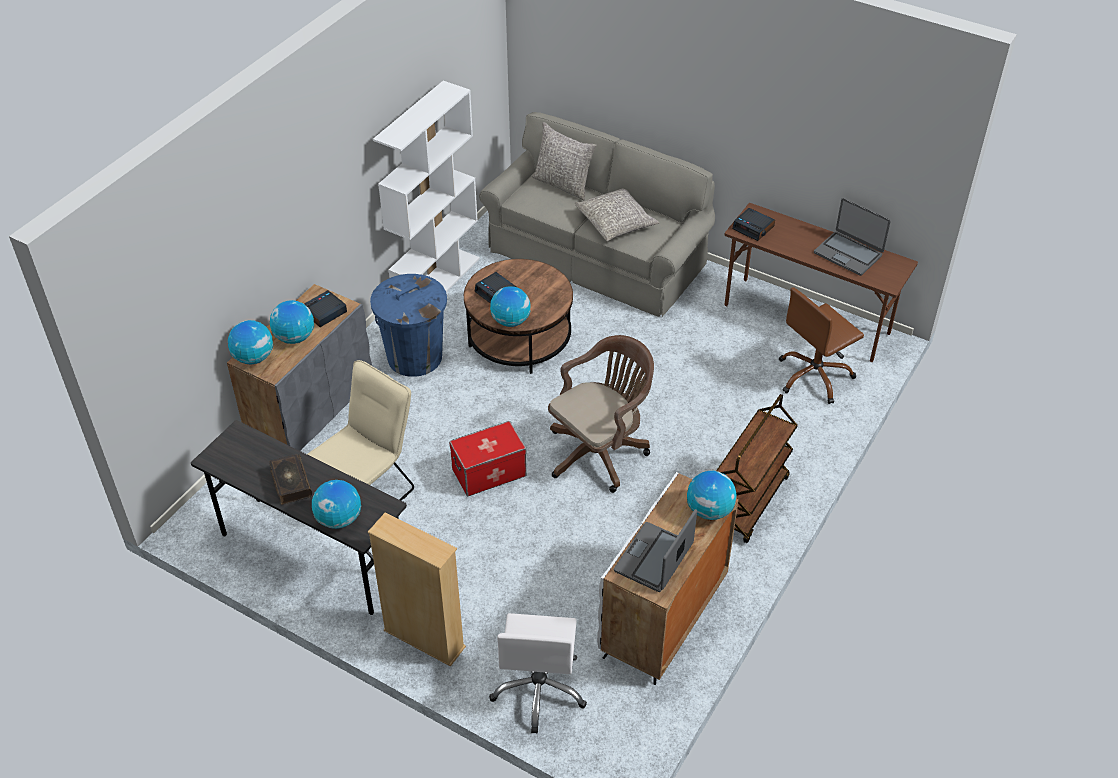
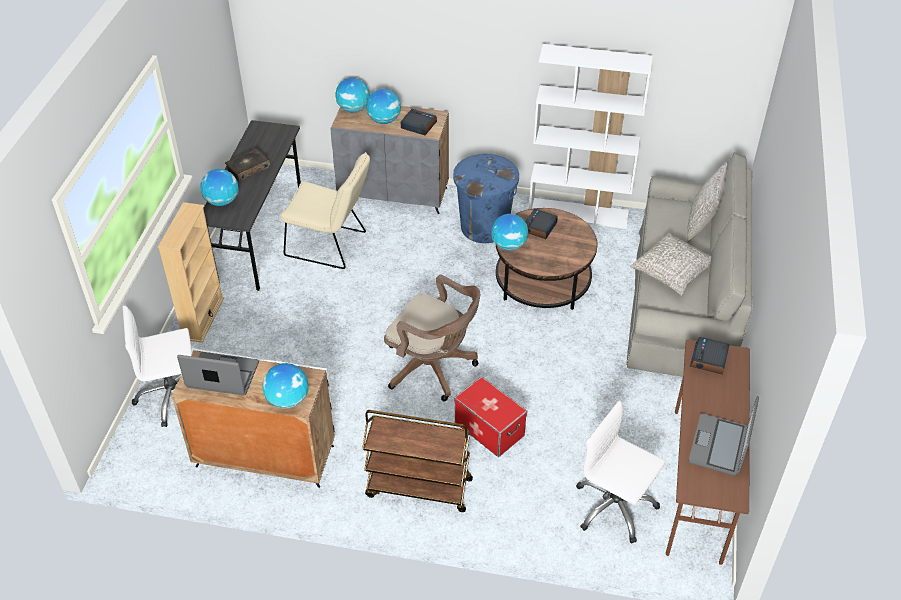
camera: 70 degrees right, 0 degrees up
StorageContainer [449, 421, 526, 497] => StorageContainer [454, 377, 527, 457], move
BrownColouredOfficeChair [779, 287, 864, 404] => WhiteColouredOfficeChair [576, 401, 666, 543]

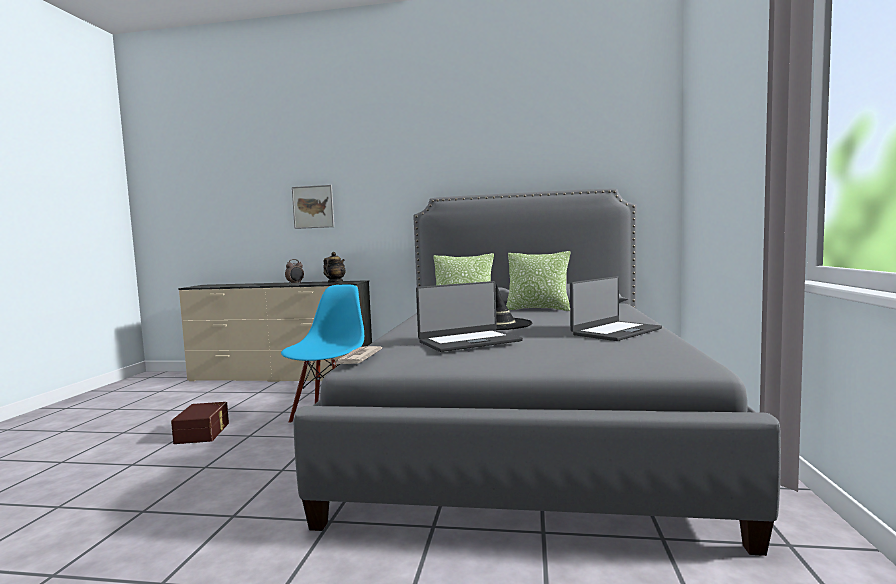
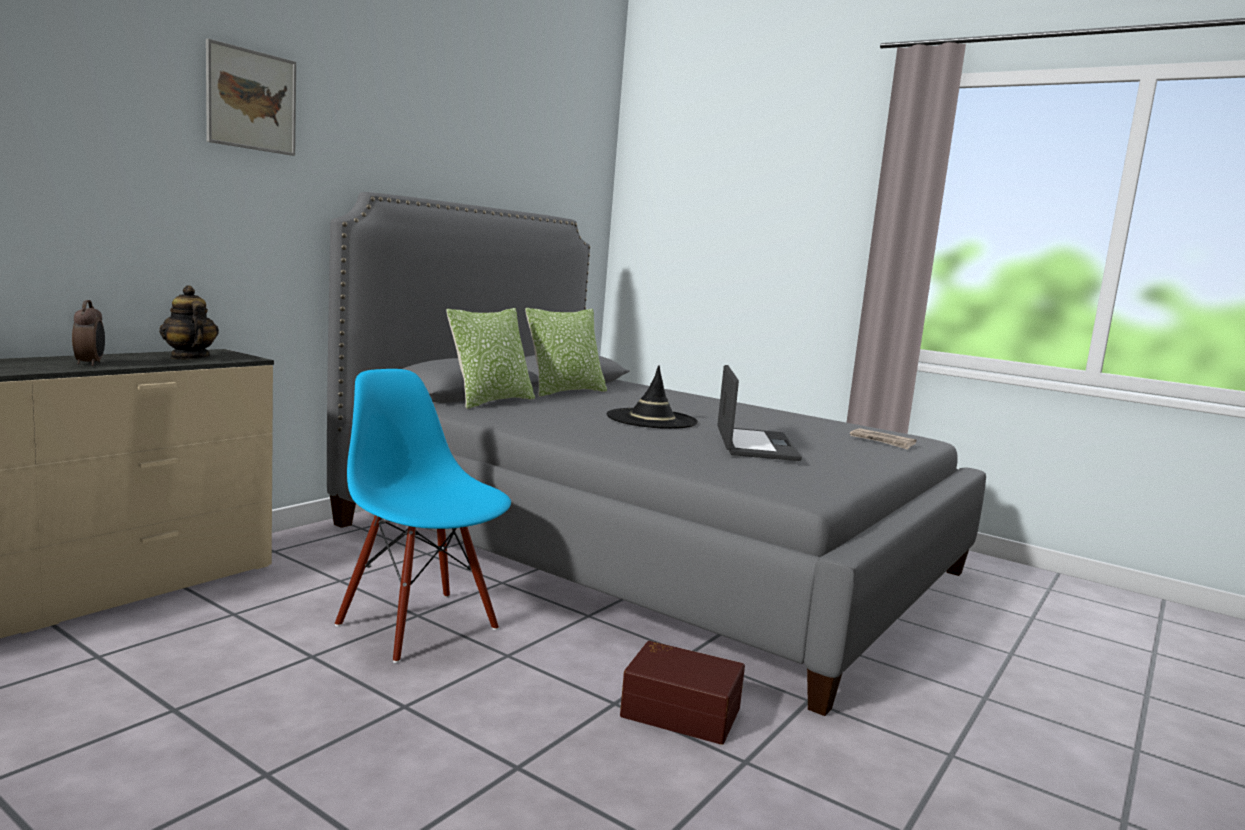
camera: 65 degrees left, 5 degrees up
Laptop [570, 276, 662, 341] => nothing
BrownColouredStorageContainer [171, 402, 229, 444] => BrownColouredStorageContainer [620, 641, 745, 745], move
Picture [292, 185, 334, 229] => Picture [206, 39, 296, 156], move
DailyPaper [335, 346, 382, 365] => DailyPaper [850, 428, 917, 450], move

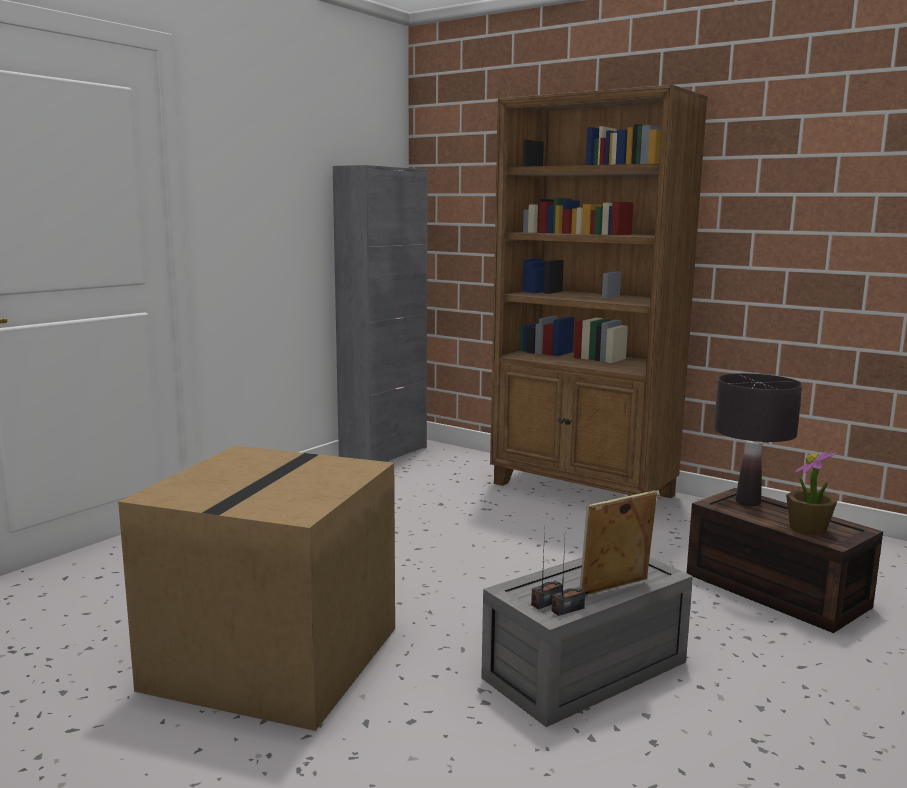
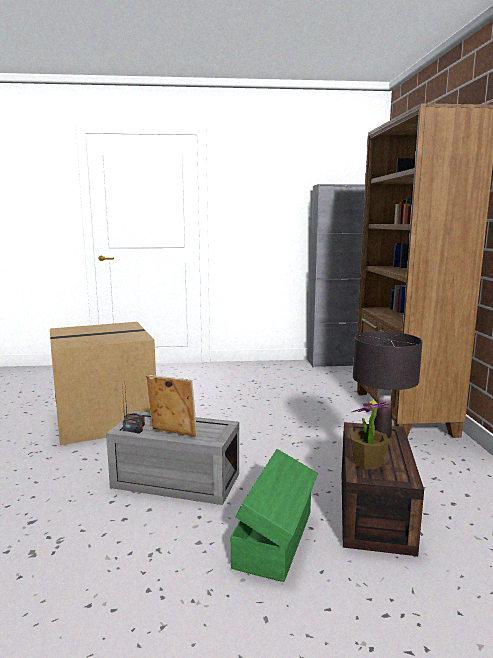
camera: 50 degrees right, 0 degrees up
nothing => GreenColouredStorageContainer [231, 449, 318, 582]

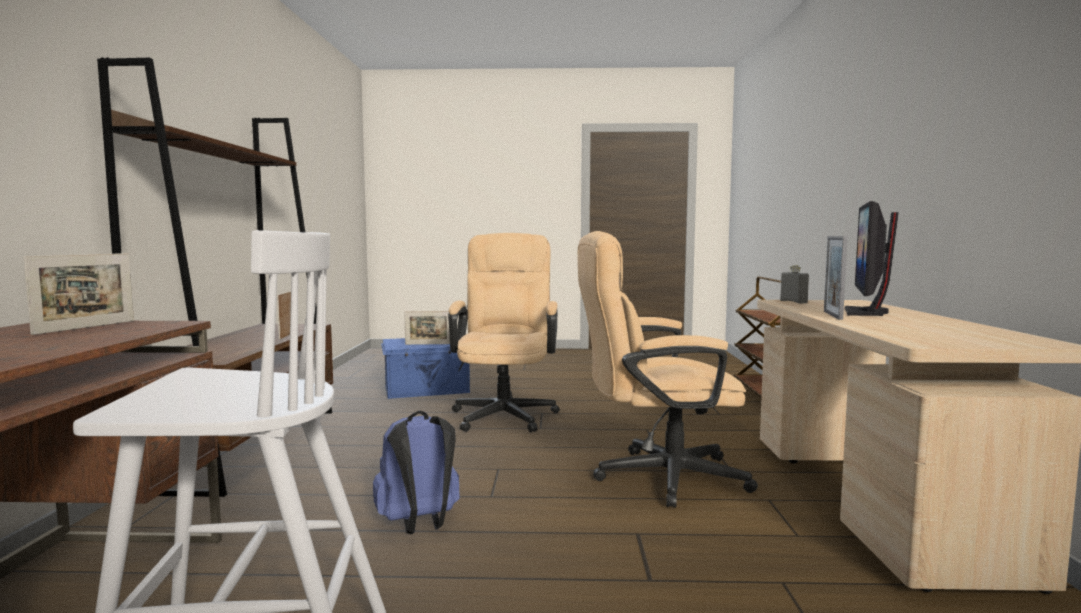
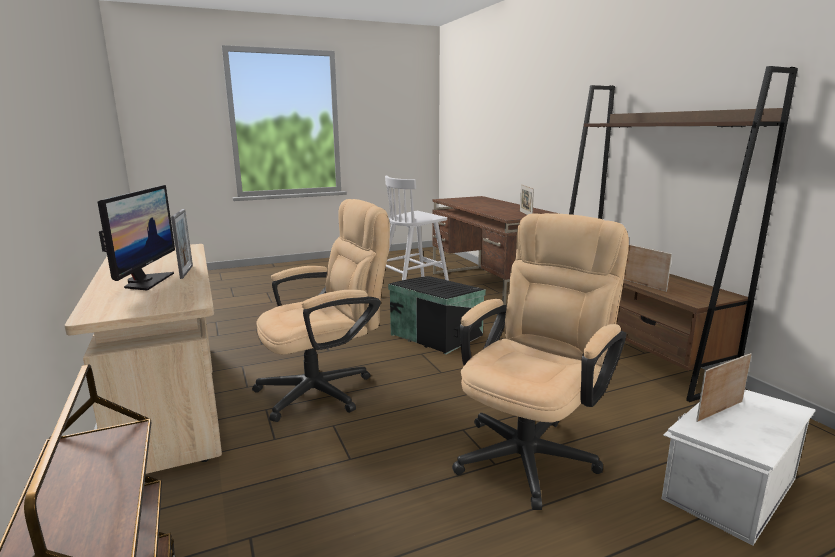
camera: 155 degrees right, 10 degrees up
GreyishDrinkBottle [780, 265, 809, 304] => nothing
BlueKnapsack [373, 411, 460, 534] => BlackishStorageContainer [388, 276, 486, 354]
BlueStorageContainer [381, 338, 470, 399] => WhiteColouredStorageContainer [662, 390, 815, 546]
SandColouredOfficeChair [448, 233, 560, 433] => SandColouredOfficeChair [452, 213, 629, 510], 120 degrees counterclockwise

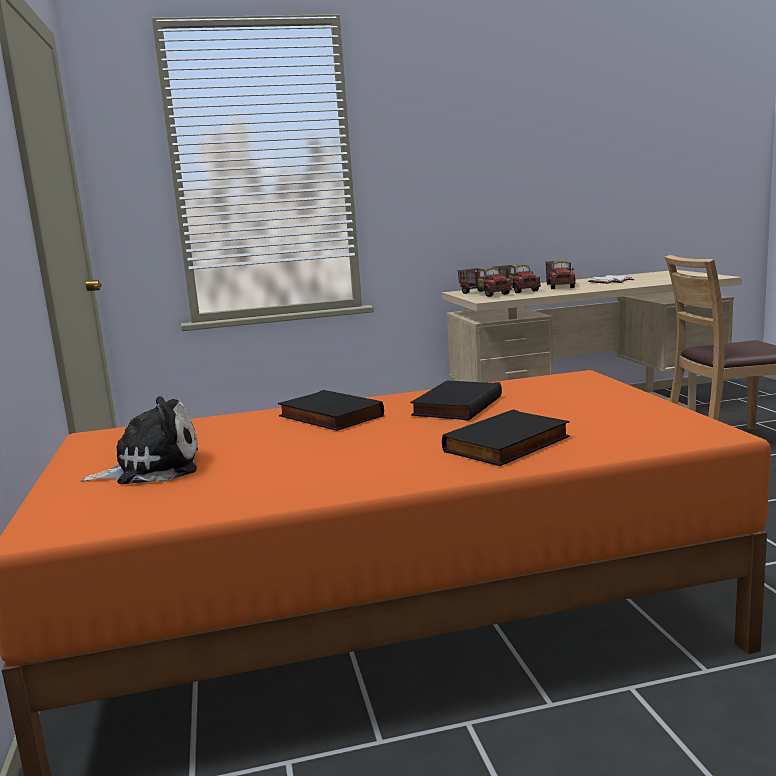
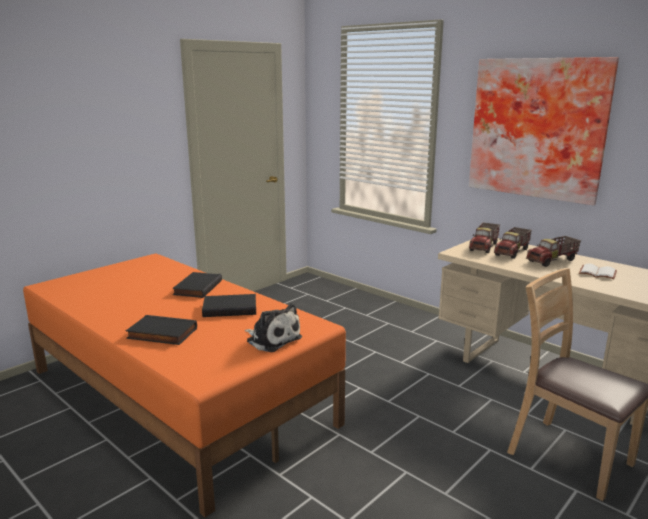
camera: 55 degrees right, 5 degrees up
nothing => Picture [469, 57, 619, 206]
PlushToy [80, 396, 198, 484] => PlushToy [245, 303, 302, 352], move

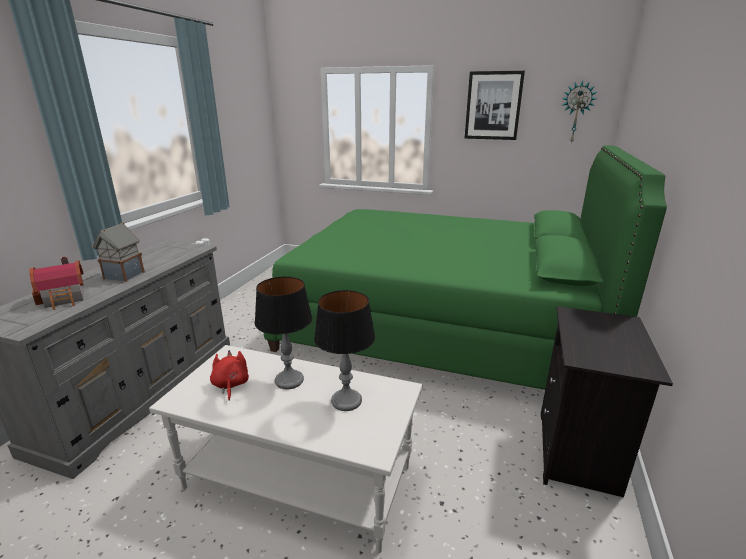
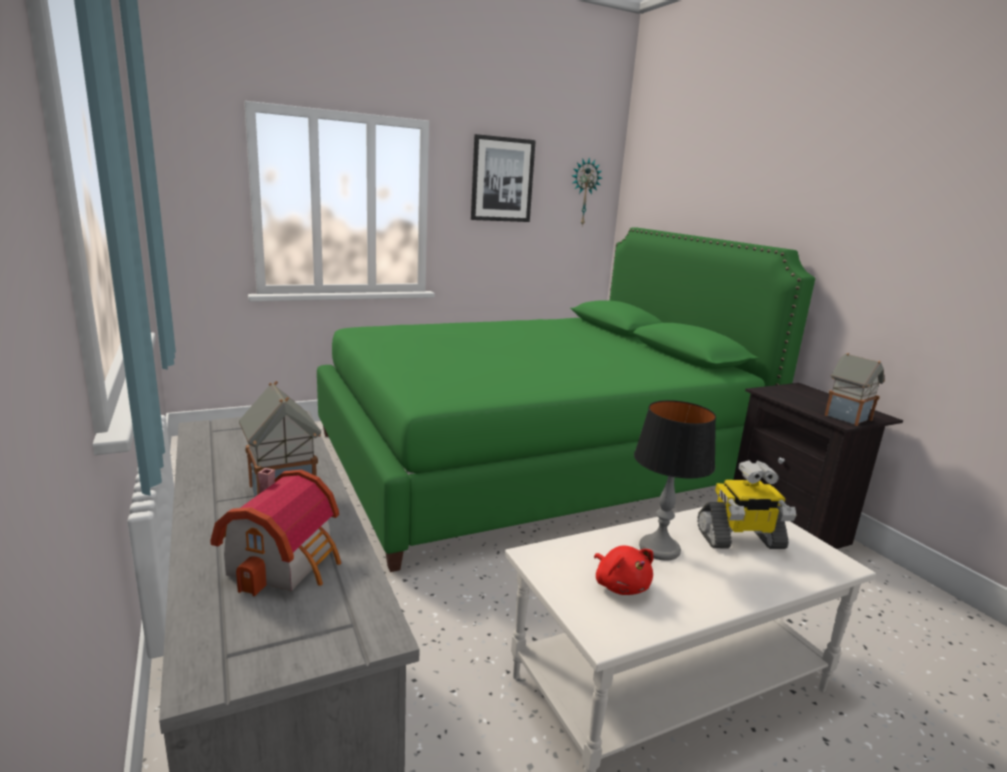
camera: 45 degrees left, 5 degrees down
nothing => ToyHouse [825, 353, 885, 426]
TableLamp [314, 290, 375, 411] => RobotFigure [697, 460, 796, 549]
ReddishPlushToy [210, 350, 249, 401] => ReddishPlushToy [594, 546, 653, 595], 150 degrees counterclockwise

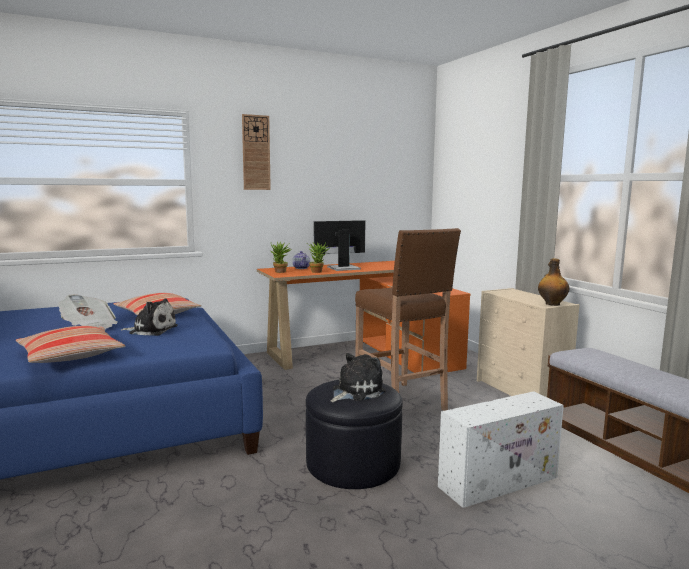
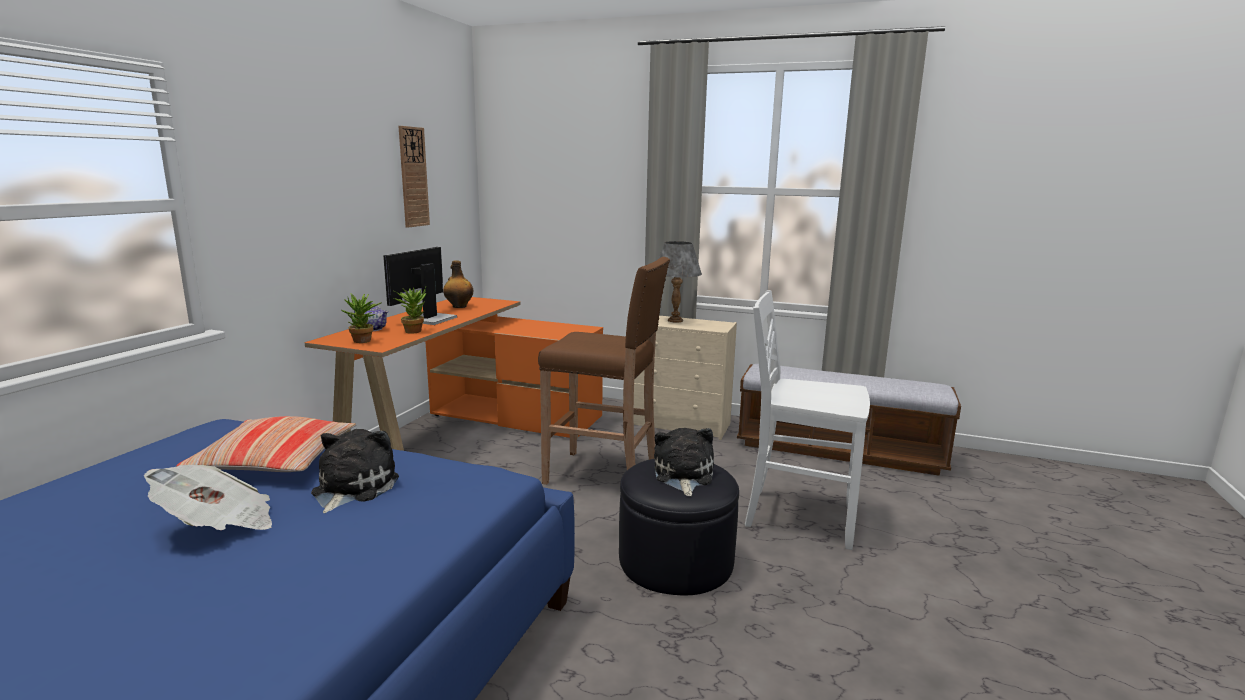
camera: 45 degrees left, 5 degrees up
Pillow [16, 326, 126, 363] => nothing
nothing => GreyishTableLamp [658, 241, 702, 322]
WallClock [242, 114, 271, 190] => WallClock [399, 126, 430, 228], move
DrinkBottle [538, 258, 569, 306] => DrinkBottle [443, 260, 473, 308], move
WhiteColouredStorageContainer [438, 391, 564, 508] => WhiteColouredUprightChair [745, 290, 870, 550]
PlushToy [121, 299, 178, 336] => PlushToy [311, 429, 399, 513], 45 degrees counterclockwise

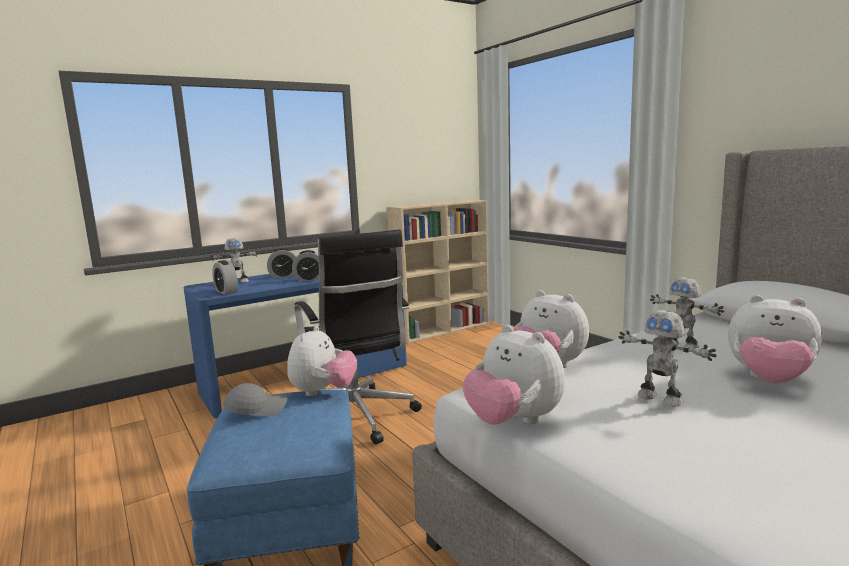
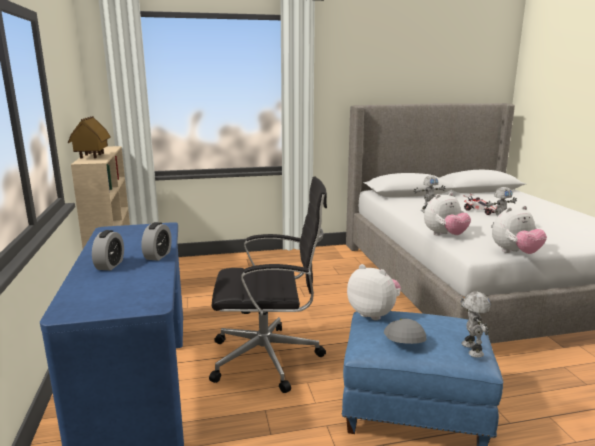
camera: 70 degrees left, 5 degrees up
BedsideClock [212, 260, 238, 295] => nothing
nothing => ToyHouse [68, 116, 111, 158]
RobotFigure [210, 238, 259, 283] => RobotFigure [461, 292, 491, 358], move
PlushToy [728, 295, 822, 383] => ModelCar [463, 194, 497, 215]

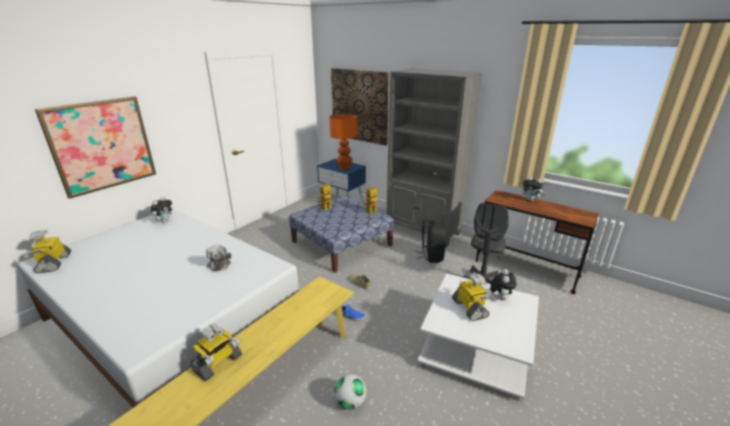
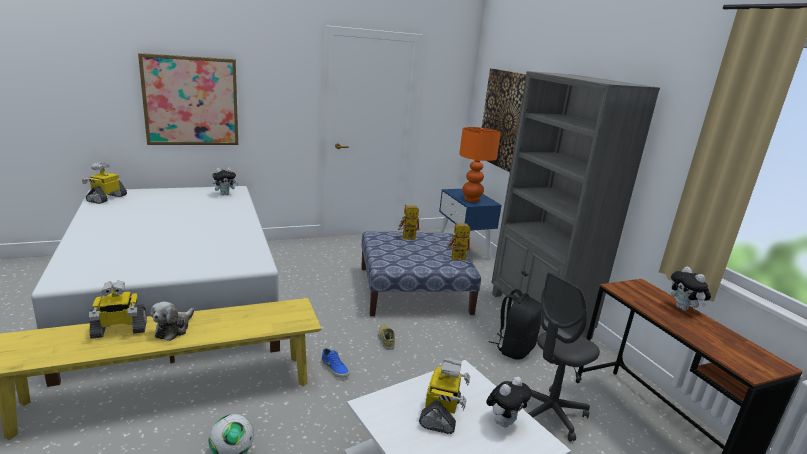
camera: 30 degrees right, 5 degrees down
PlushToy [206, 245, 231, 271] => PlushToy [150, 302, 194, 341], move

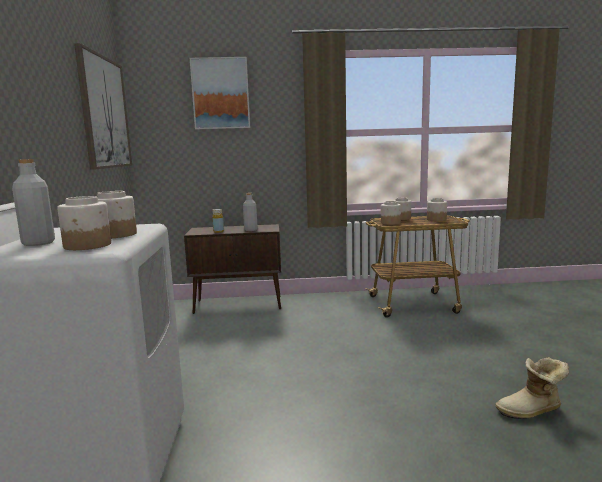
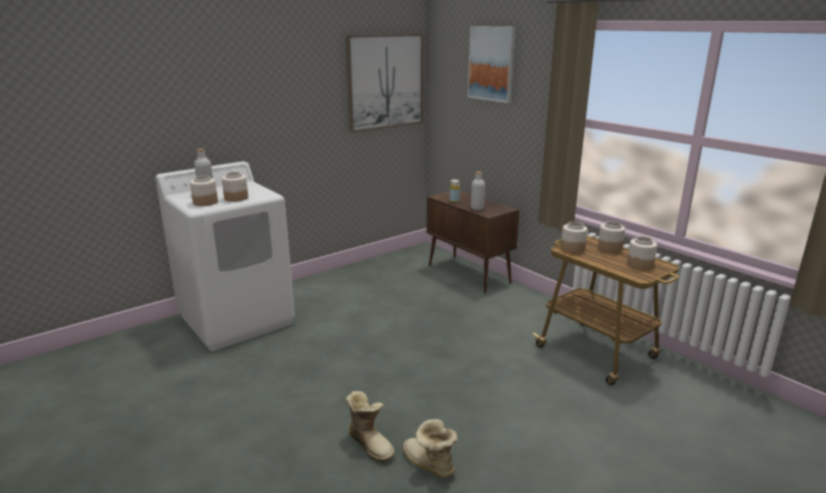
camera: 55 degrees right, 10 degrees up
nothing => TallBoot [346, 391, 395, 463]

